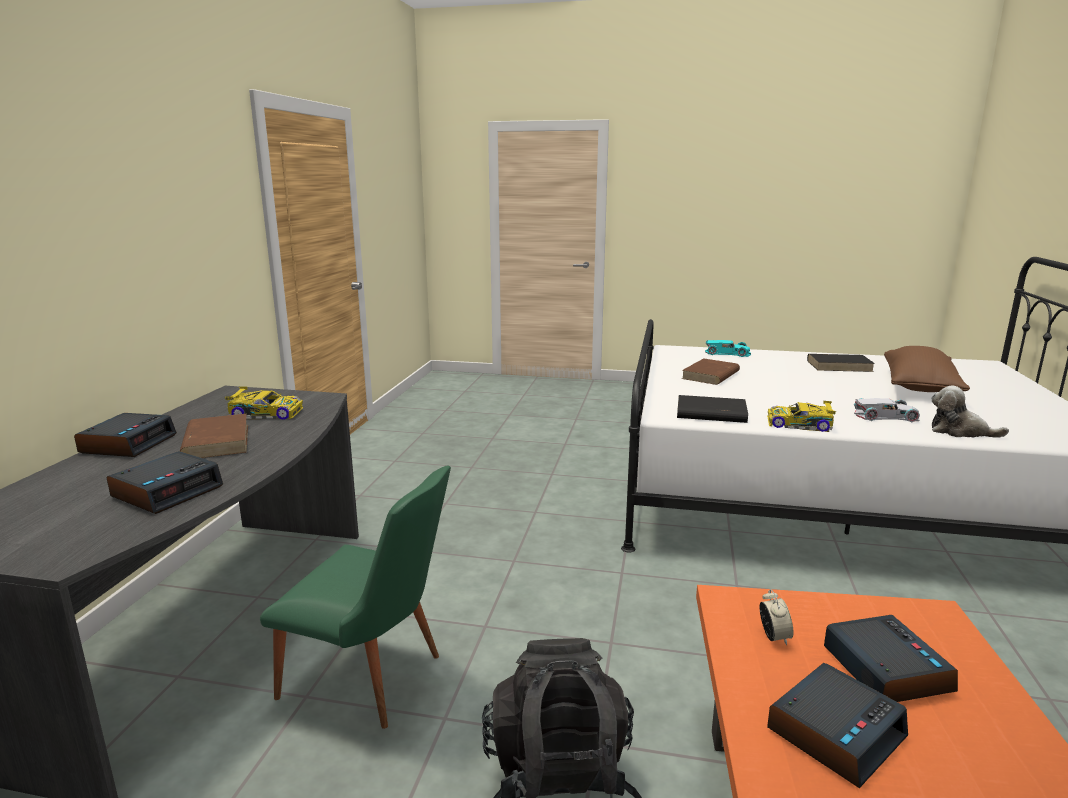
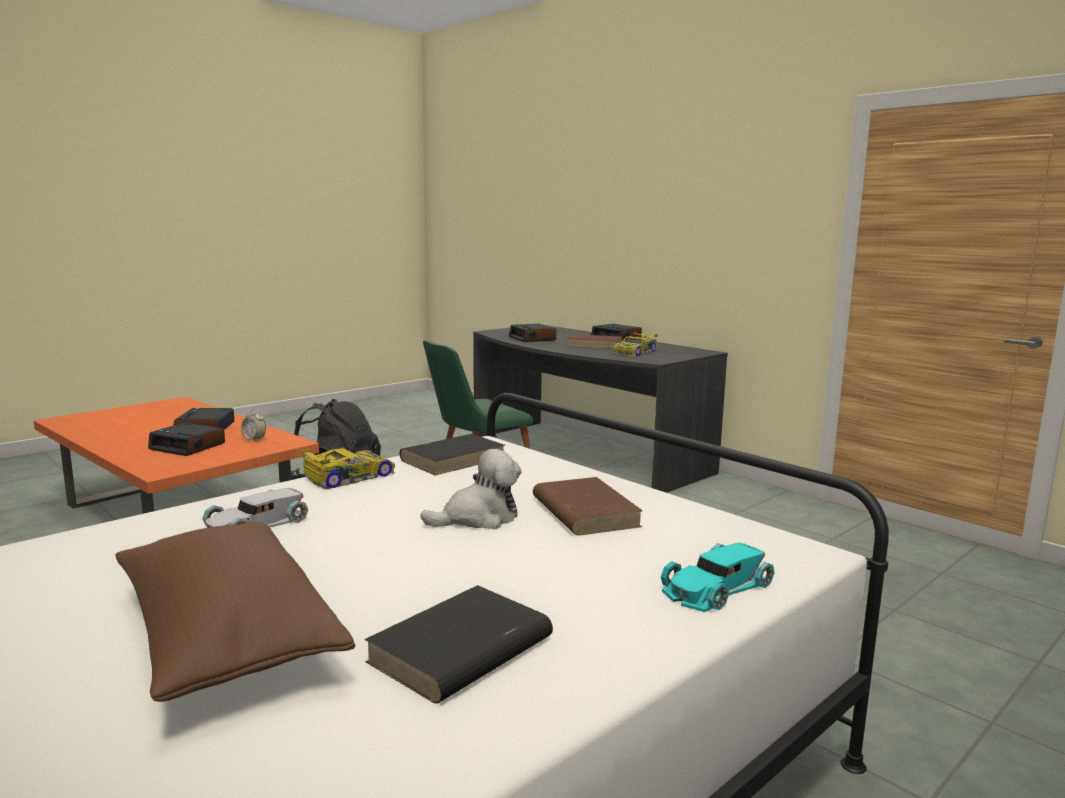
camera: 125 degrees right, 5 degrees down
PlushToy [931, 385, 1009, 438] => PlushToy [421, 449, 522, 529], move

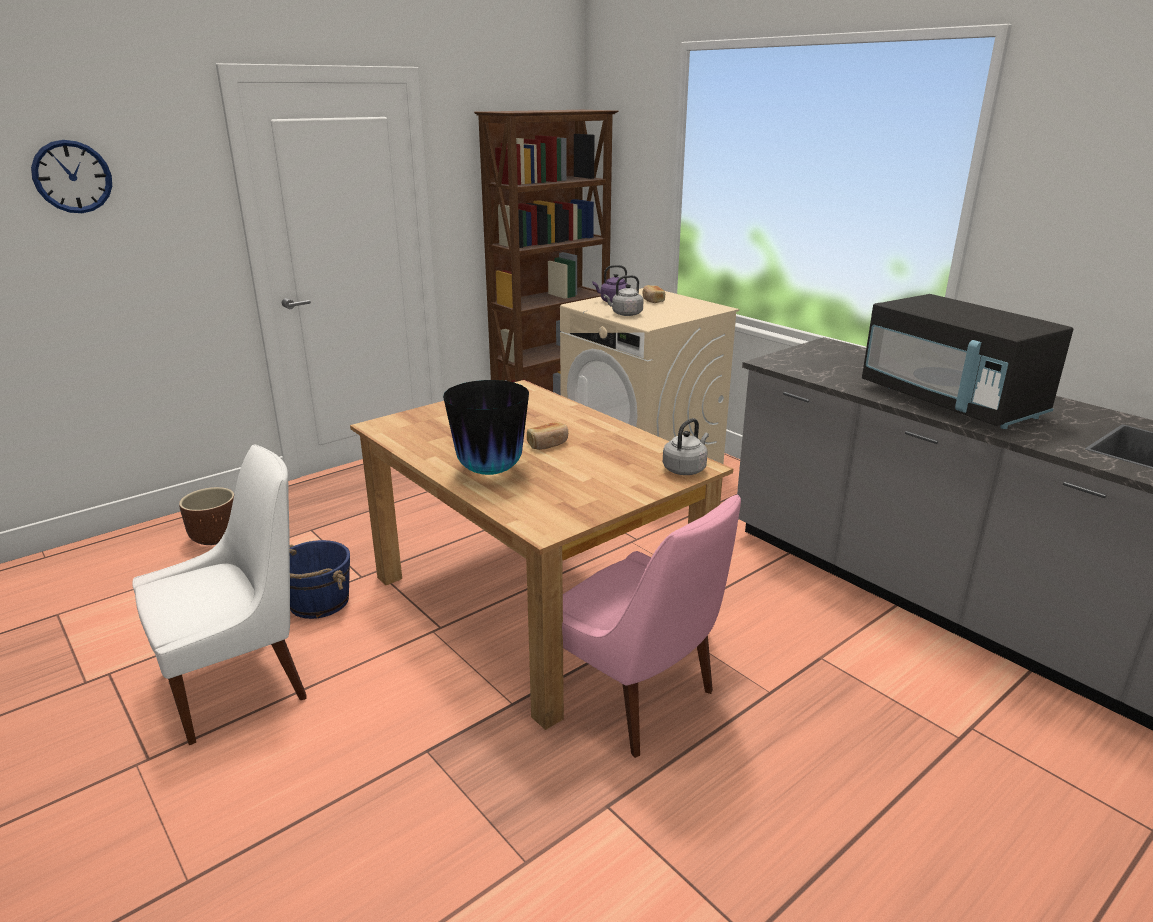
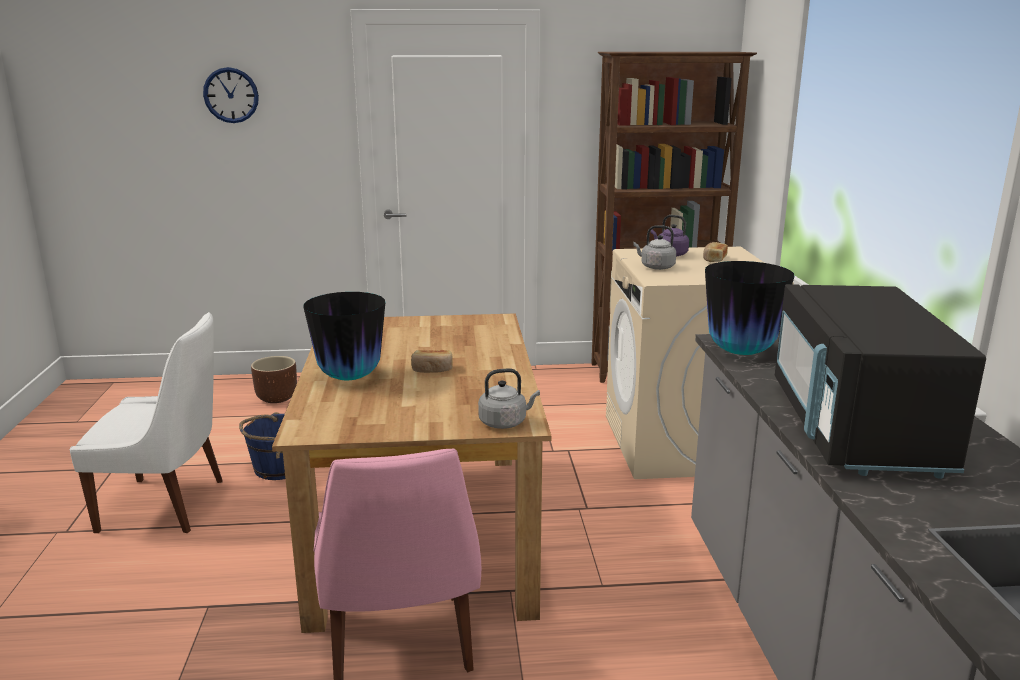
camera: 35 degrees right, 5 degrees down
nothing => DecorativeVase [705, 261, 794, 355]

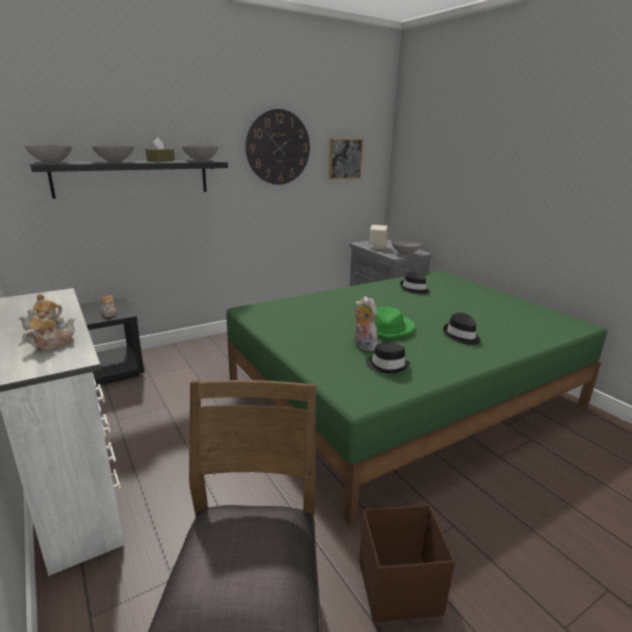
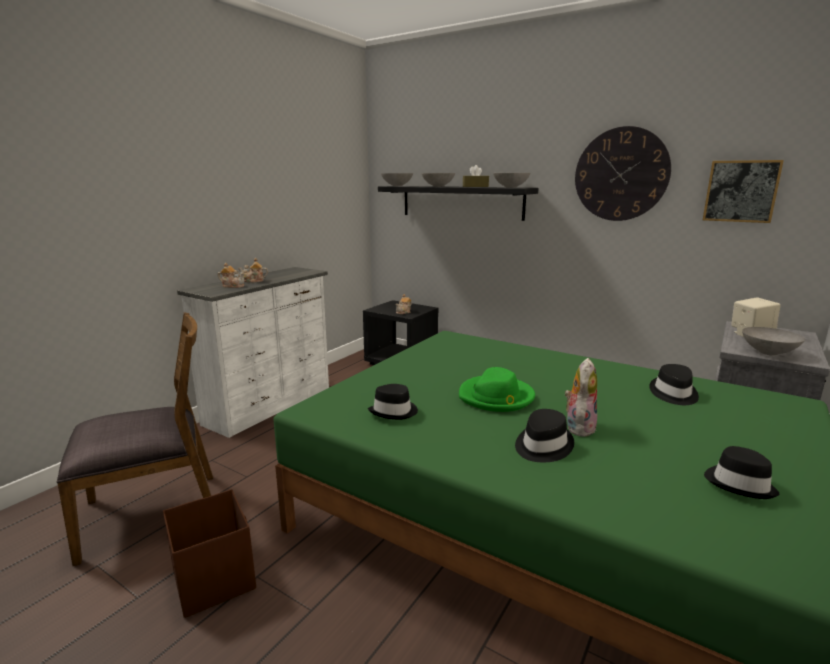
camera: 65 degrees right, 5 degrees down
nothing => BlackishWearableHat [704, 446, 779, 499]
PlushToy [354, 296, 378, 351] => PlushToy [565, 358, 597, 437], move

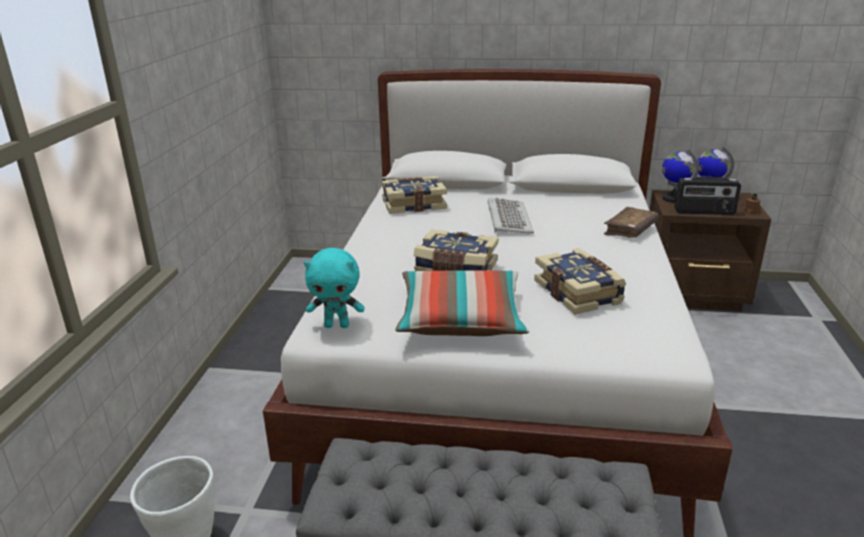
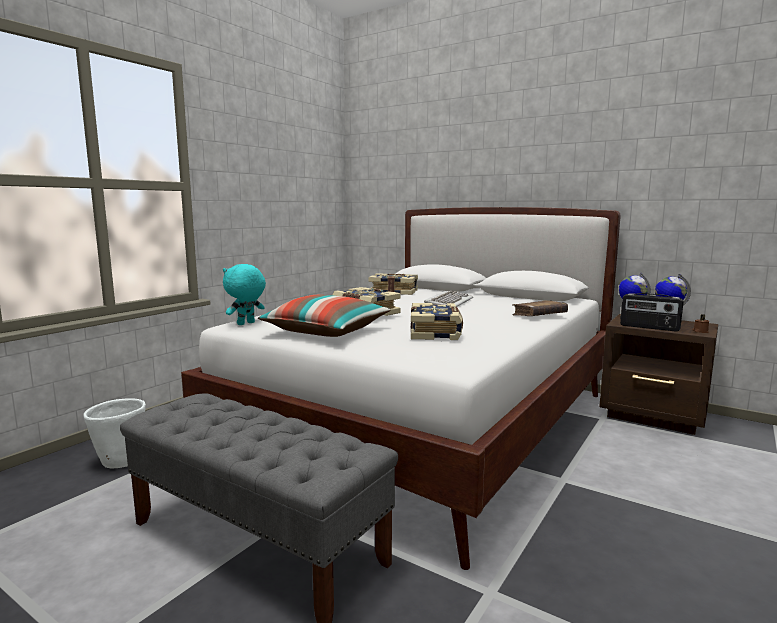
camera: 25 degrees right, 15 degrees down
TurquoiseColouredPlushToy [304, 248, 365, 328] => TurquoiseColouredPlushToy [223, 264, 266, 325], 105 degrees clockwise

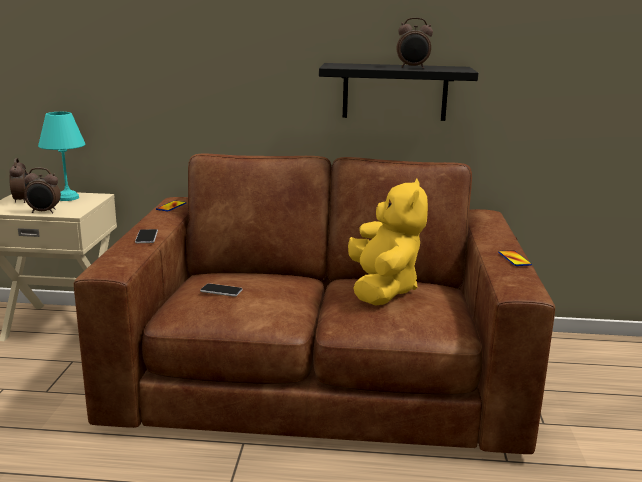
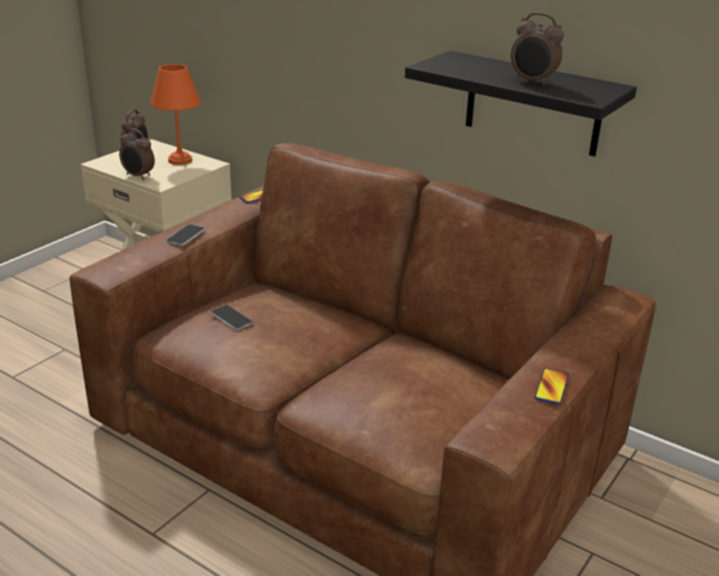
camera: 30 degrees right, 10 degrees up
YellowishPlushToy [348, 178, 428, 306] => nothing
TurquoiseColouredTableLamp [38, 112, 85, 201] => OrangeColouredTableLamp [150, 64, 201, 165]

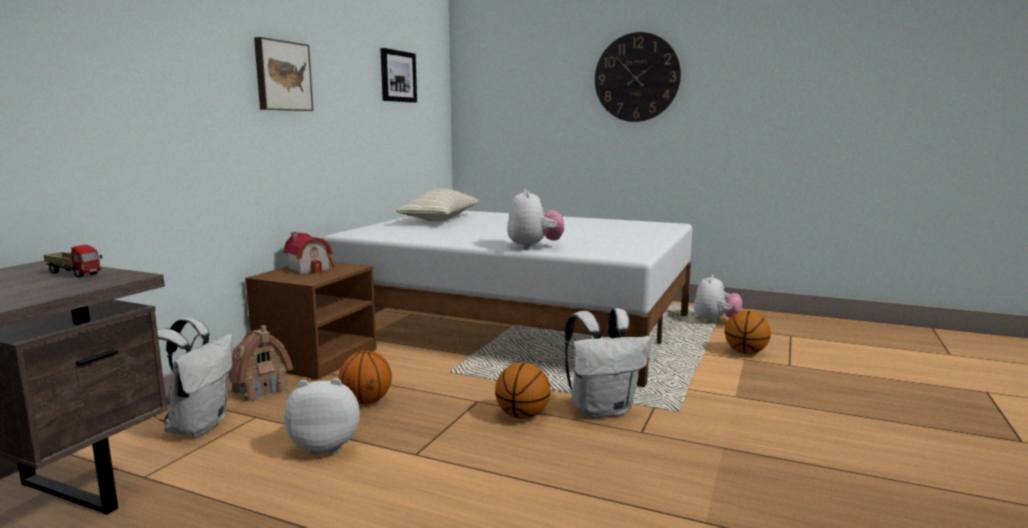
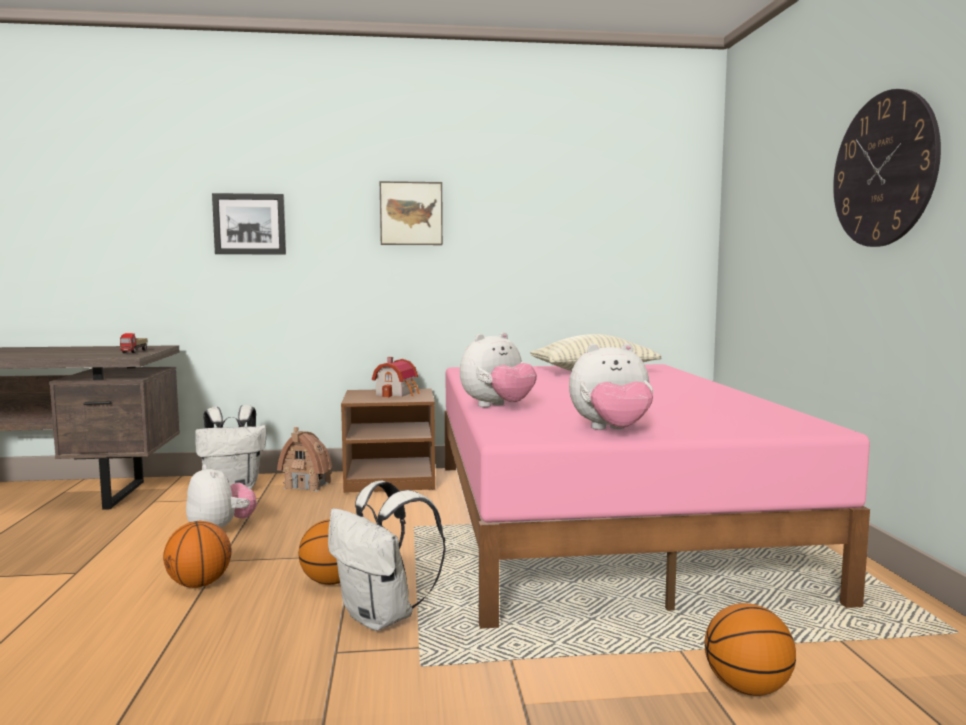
camera: 60 degrees right, 5 degrees down
BasketballBall [339, 351, 392, 404] => BasketballBall [163, 521, 232, 588], move
Picture [380, 48, 417, 103] => Picture [212, 193, 286, 254], move
PlushToy [694, 274, 742, 323] => PlushToy [569, 343, 653, 430], move
WhiteColouredBed [323, 211, 692, 387] => PinkColouredBed [445, 364, 870, 629]

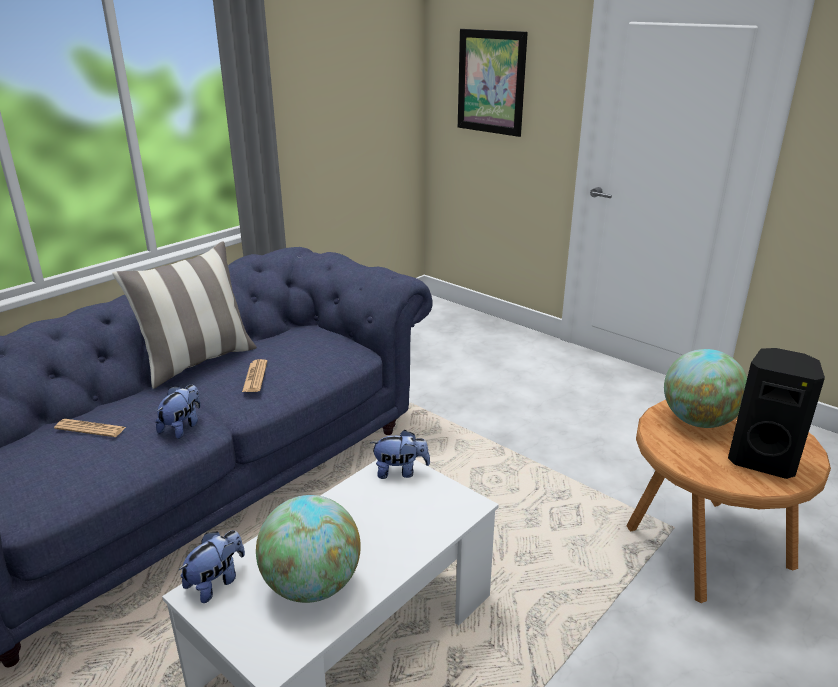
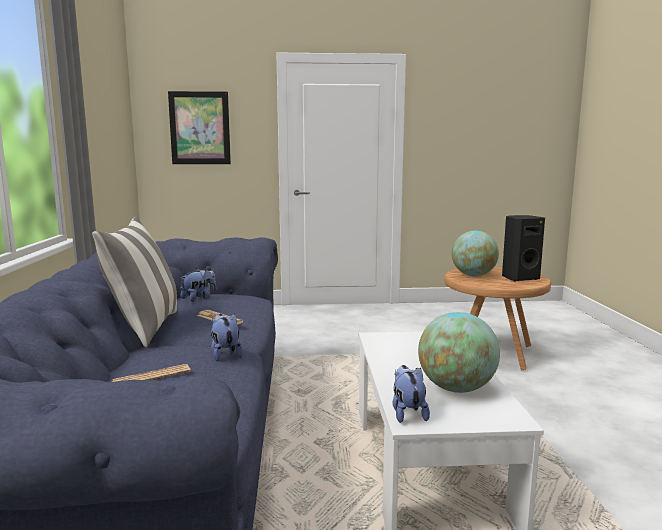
camera: 45 degrees left, 15 degrees down
PlushToy [370, 430, 430, 479] => PlushToy [180, 268, 216, 302], move

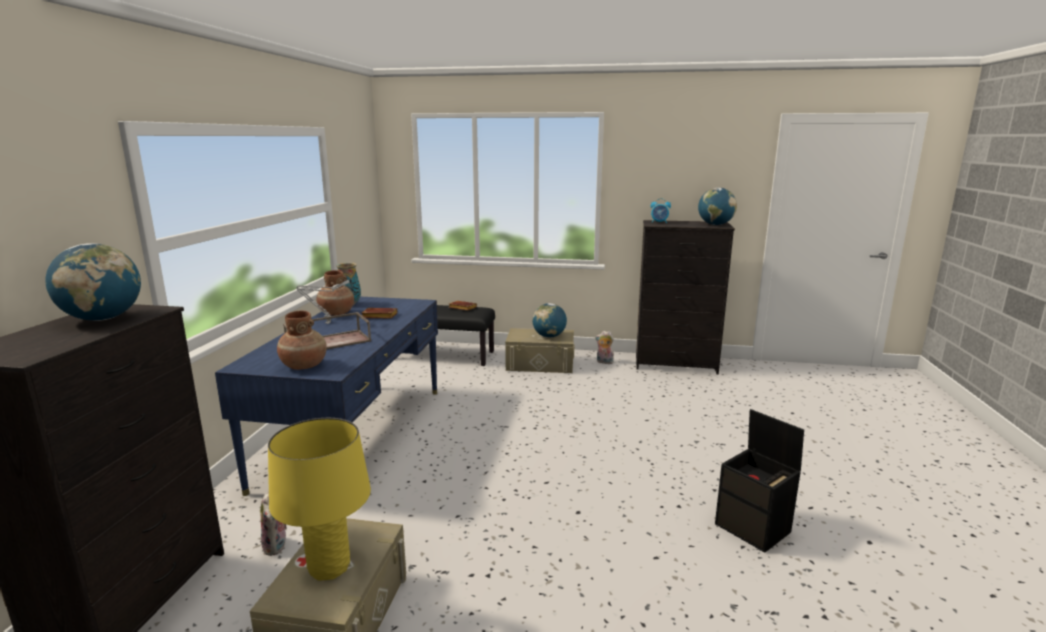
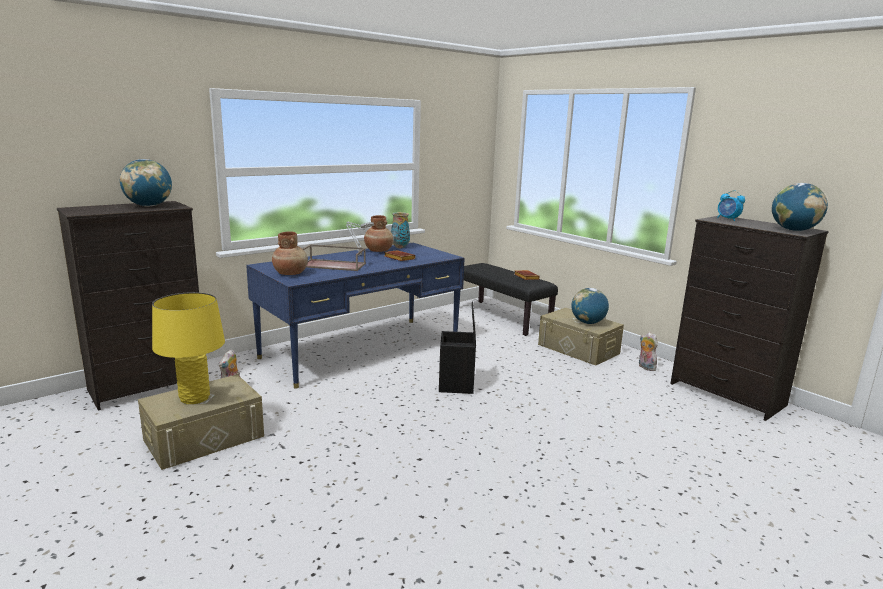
camera: 40 degrees right, 0 degrees up
BlackishStorageContainer [715, 409, 804, 552] => BlackishStorageContainer [439, 301, 476, 394], move

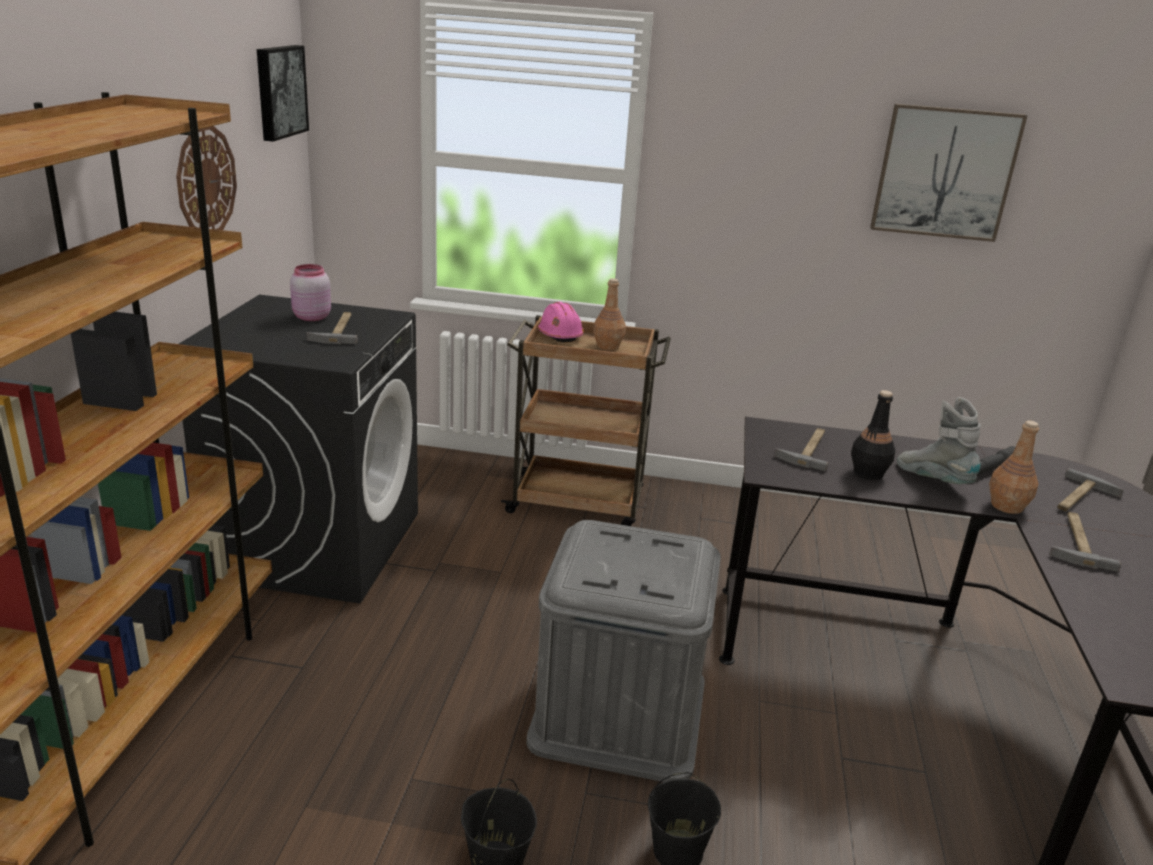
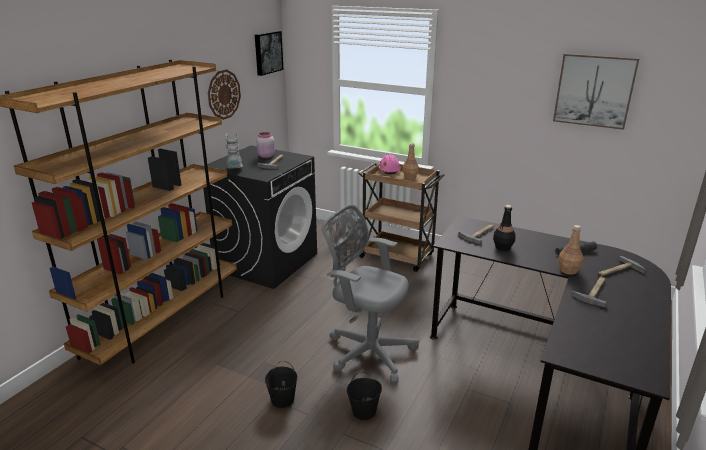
camera: 20 degrees right, 0 degrees up
GreyishTallBoot [897, 397, 981, 484] => GreyishTallBoot [226, 133, 243, 169], move
GreyishStorageContainer [526, 520, 721, 782] => GreyishOfficeChair [322, 204, 419, 384]

